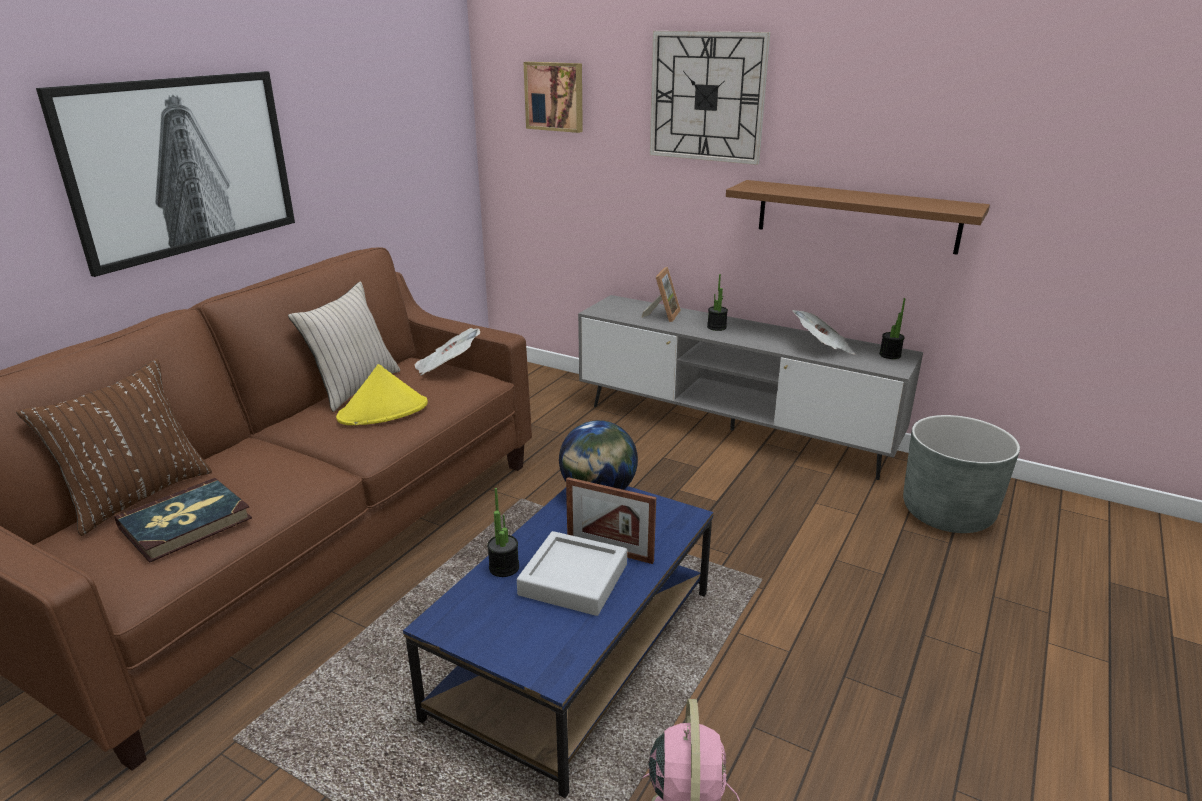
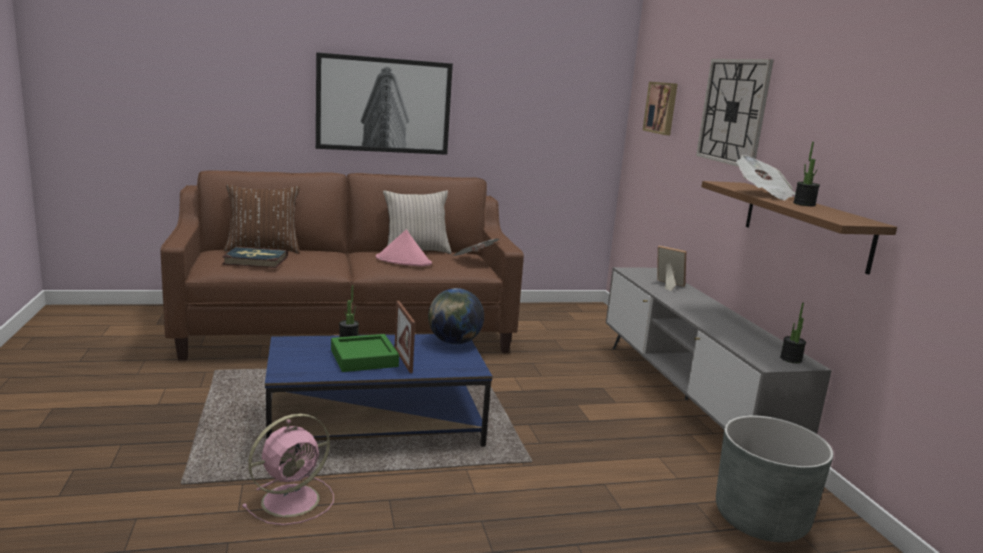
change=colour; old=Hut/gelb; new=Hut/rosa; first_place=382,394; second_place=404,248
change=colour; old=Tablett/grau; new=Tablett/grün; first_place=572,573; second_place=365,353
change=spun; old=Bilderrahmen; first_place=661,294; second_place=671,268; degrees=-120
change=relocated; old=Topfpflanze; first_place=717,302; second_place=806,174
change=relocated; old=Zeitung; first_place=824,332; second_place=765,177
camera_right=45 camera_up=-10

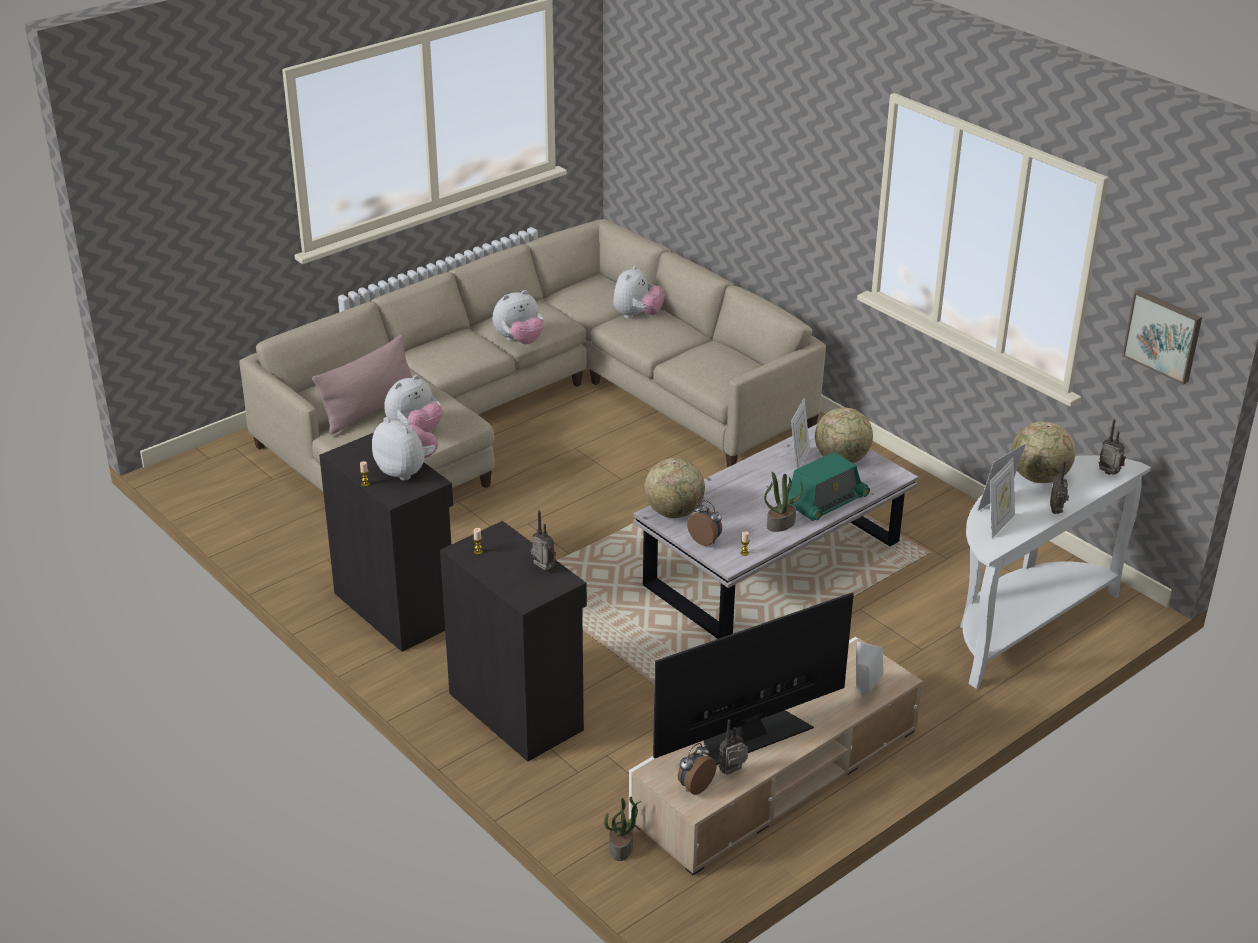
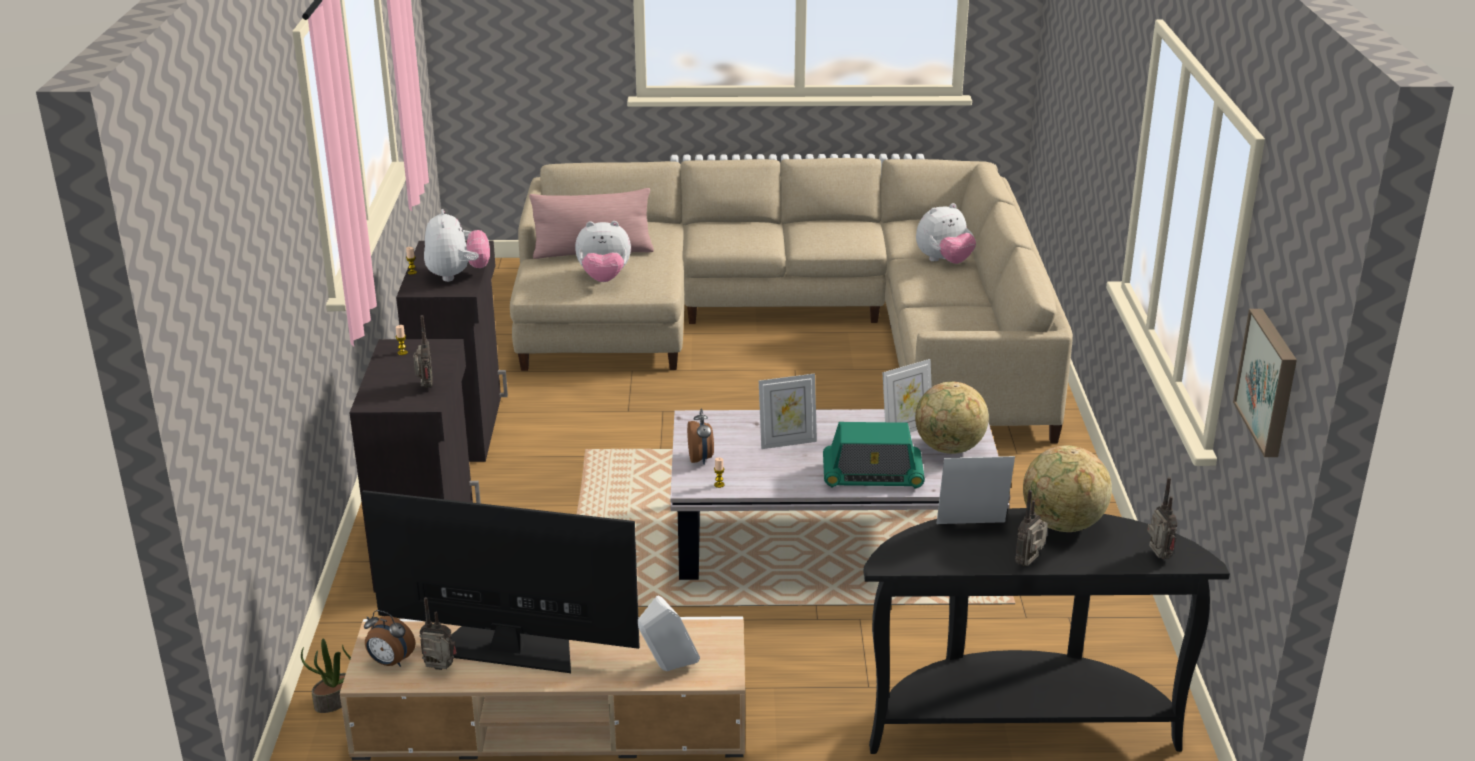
change=missing; old=Plüschtier; first_place=518,317
change=missing; old=Globus; first_place=675,488
change=spun; old=Wecker; first_place=697,769; second_place=389,638; degrees=-150
change=missing; old=Topfpflanze; first_place=783,502
change=colour; old=Konsolentisch/weiß; new=Konsolentisch/schwarz; first_place=1055,572; second_place=1047,631
change=relocated; old=Bilderrahmen; first_place=1002,498; second_place=788,411
camera_right=40 camera_up=-5

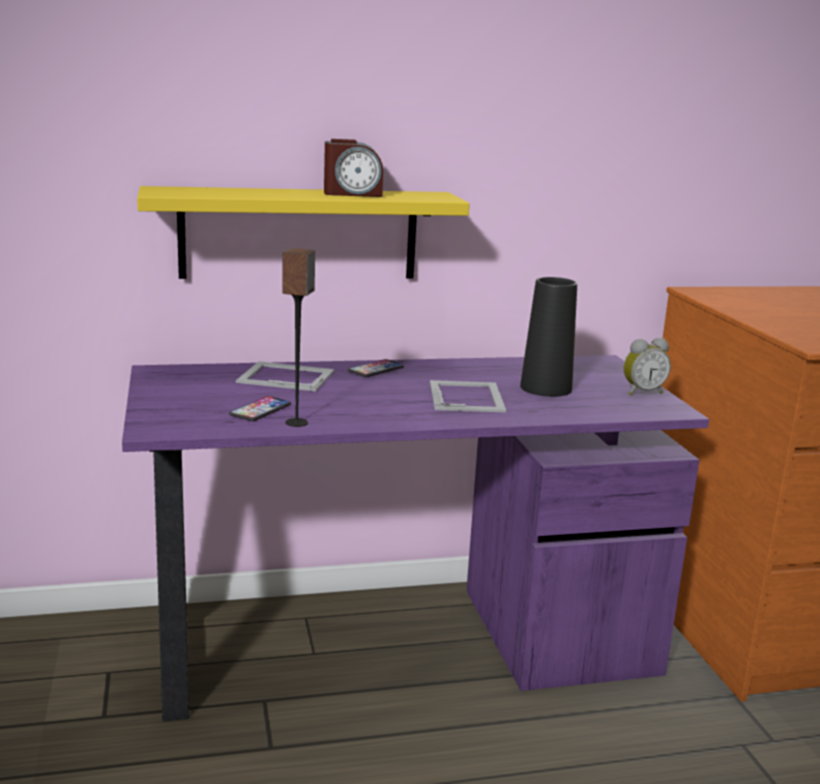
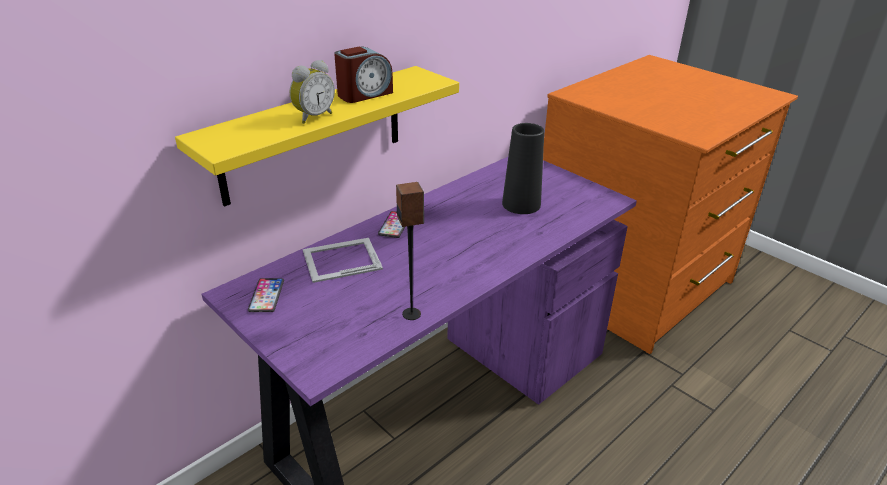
change=relocated; old=Handy; first_place=260,408; second_place=266,295
change=missing; old=Bilderrahmen; first_place=468,396
change=relocated; old=Wecker; first_place=647,367; second_place=312,92
camera_right=-30 camera_up=15

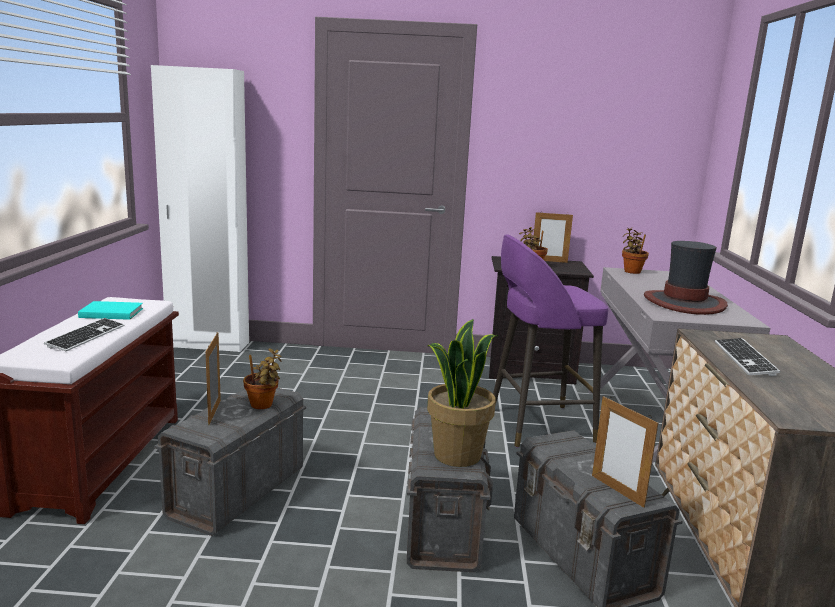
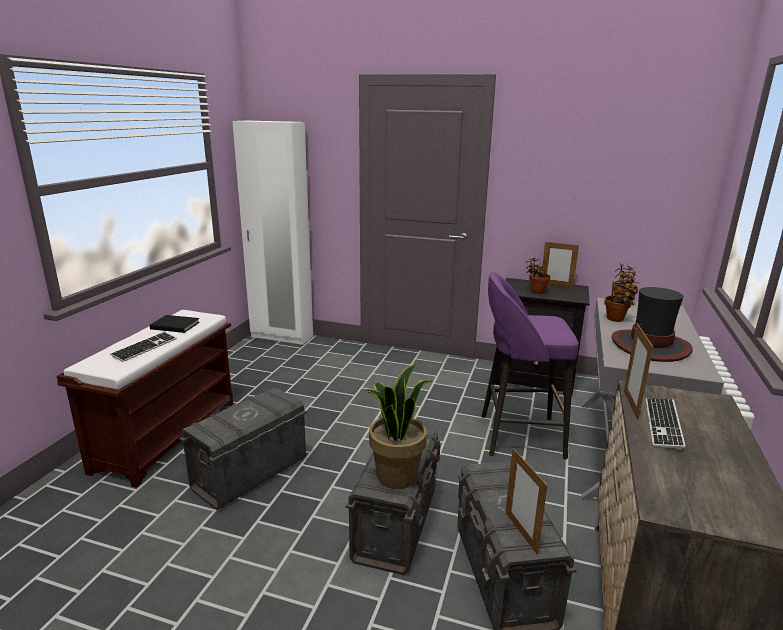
change=colour; old=Buch/türkis; new=Buch/schwarz; first_place=110,310; second_place=175,324
change=relocated; old=Bilderrahmen; first_place=213,379; second_place=638,371
change=relocated; old=Topfpflanze; first_place=262,378; second_place=621,299
camera_right=15 camera_up=5

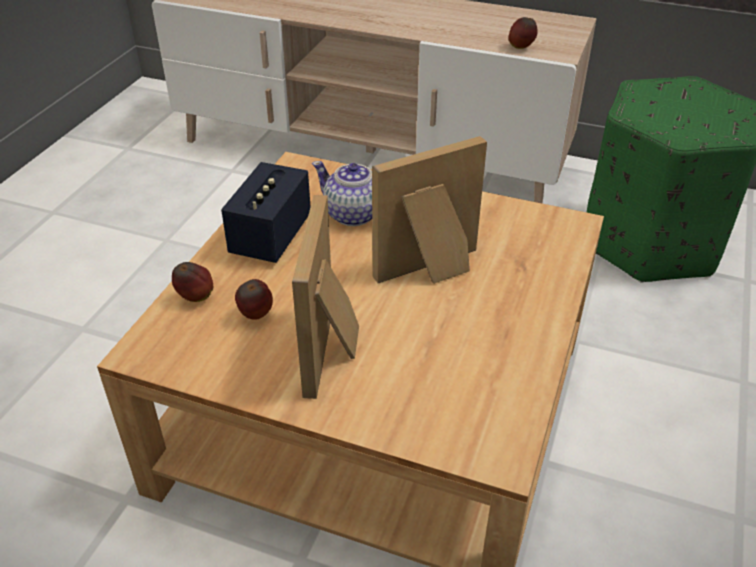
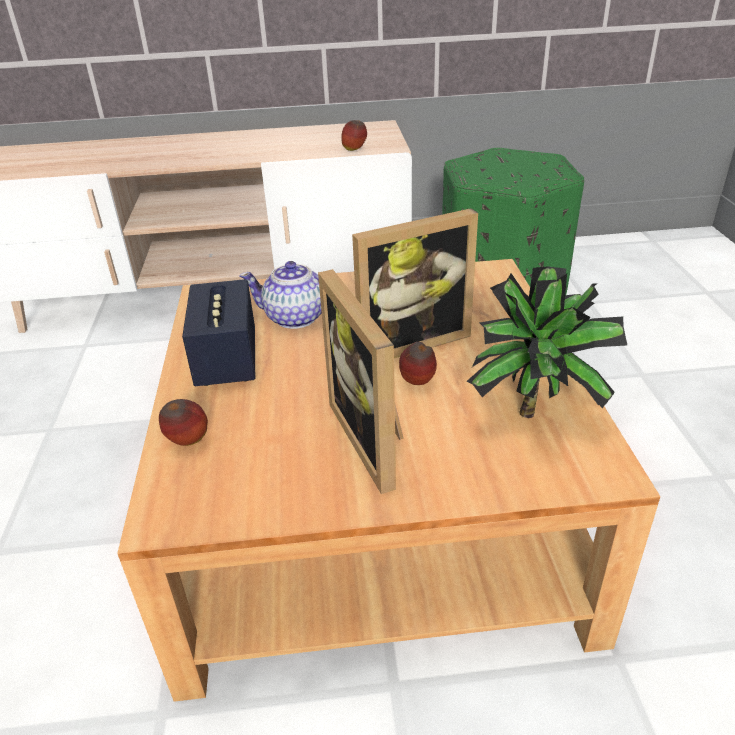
change=relocated; old=Apfel; first_place=254,299; second_place=418,363
change=spun; old=Bilderrahmen; first_place=429,210; second_place=415,283; degrees=-150
change=appeared; new=Topfpflanze; second_place=547,342
camera_right=-25 camera_up=-5

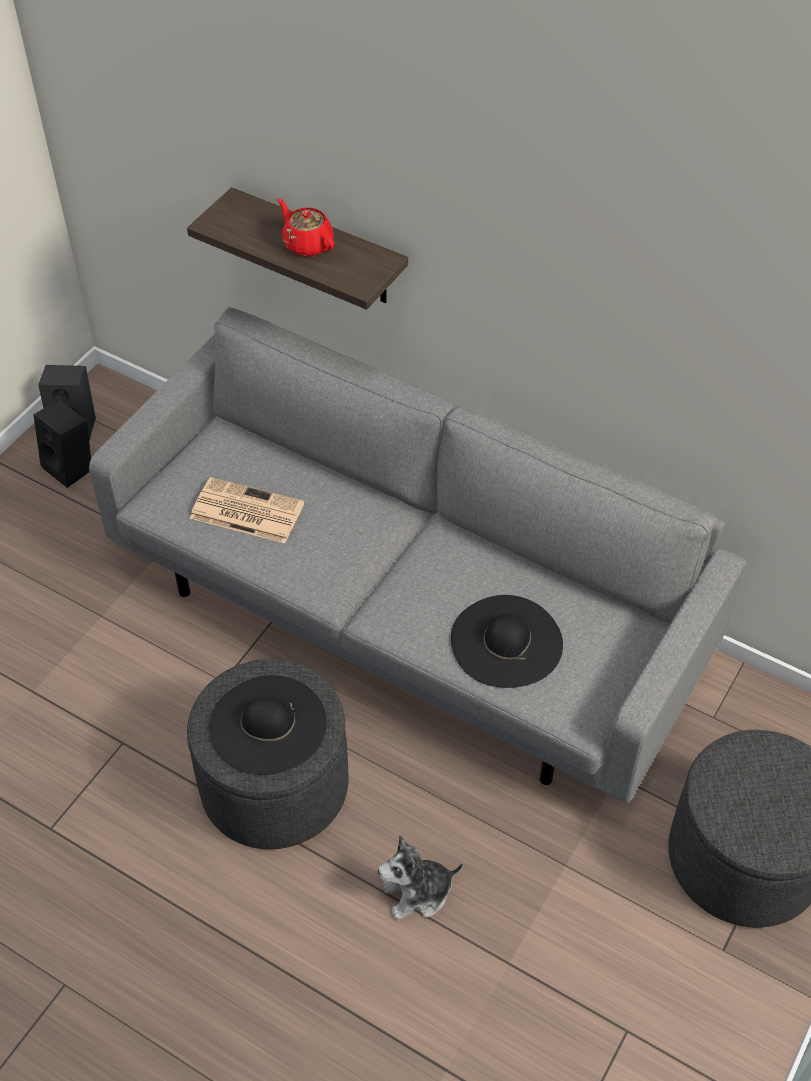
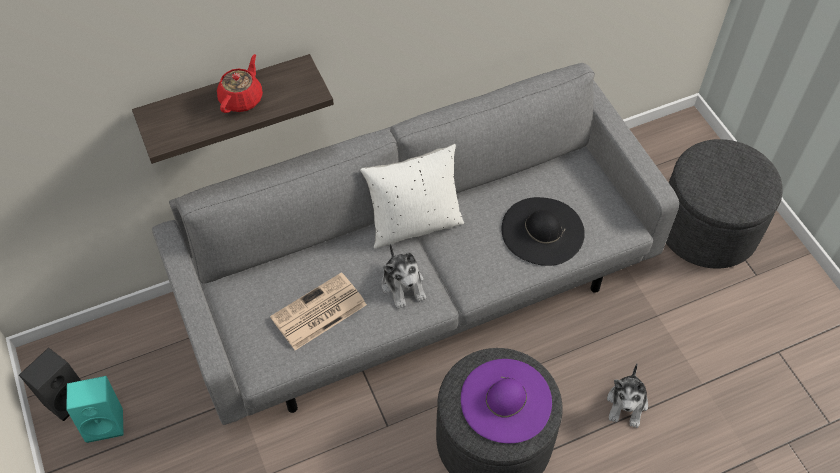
change=colour; old=Lautsprecher/schwarz; new=Lautsprecher/türkis; first_place=62,444; second_place=95,409
change=colour; old=Hut/schwarz; new=Hut/lila; first_place=268,725; second_place=506,401
change=spun; old=Teekanne/rot; first_place=306,228; second_place=240,83; degrees=120
change=appeared; new=Kissen/weiß; second_place=412,196
change=appeared; new=Plüschtier; second_place=404,276
camera_right=-55 camera_up=5

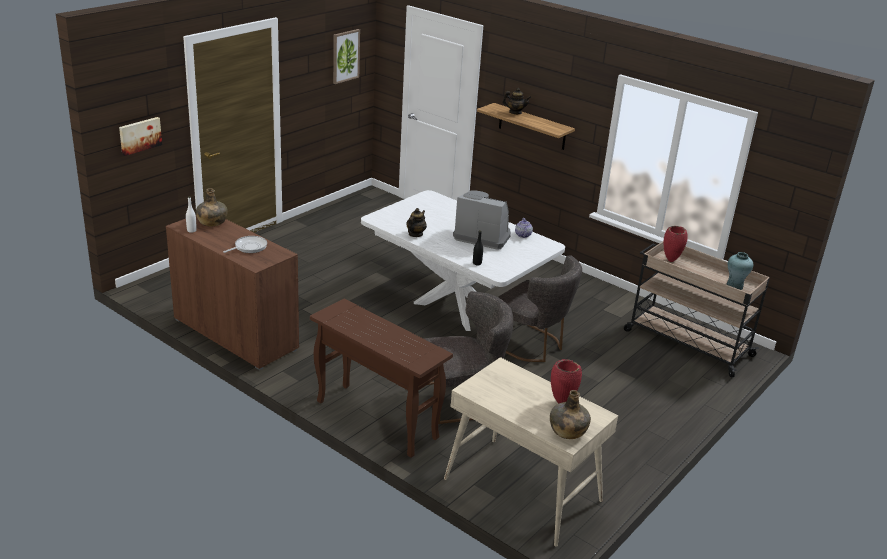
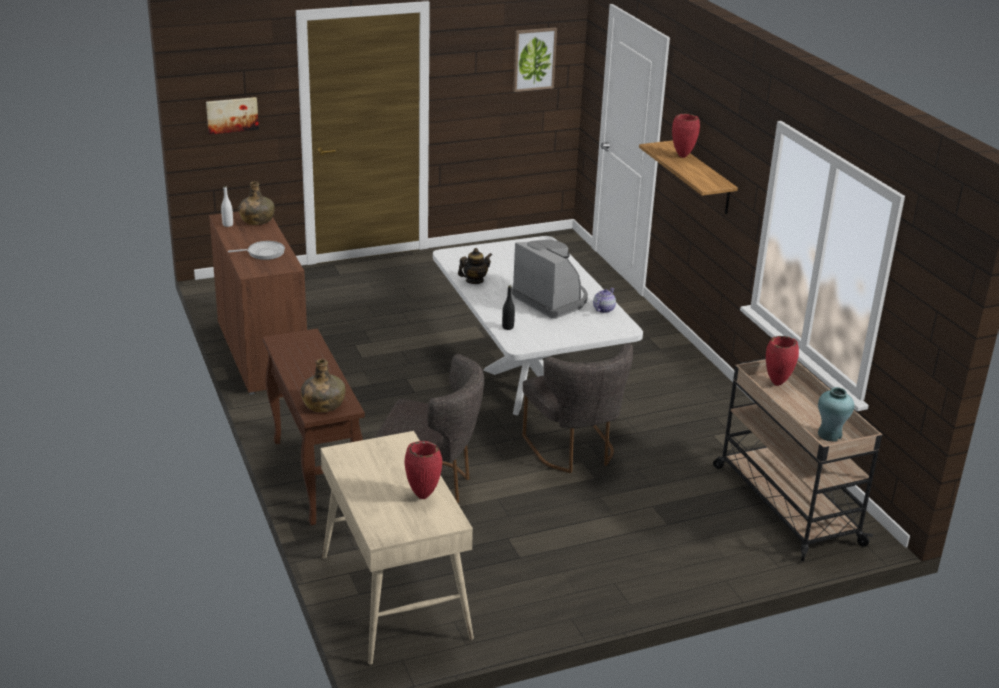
change=exchanged; old=Teekanne; new=Vase/rot; first_place=516,101; second_place=686,136
change=relocated; old=Flasche/grün; first_place=570,414; second_place=323,385
camera_right=30 camera_up=0

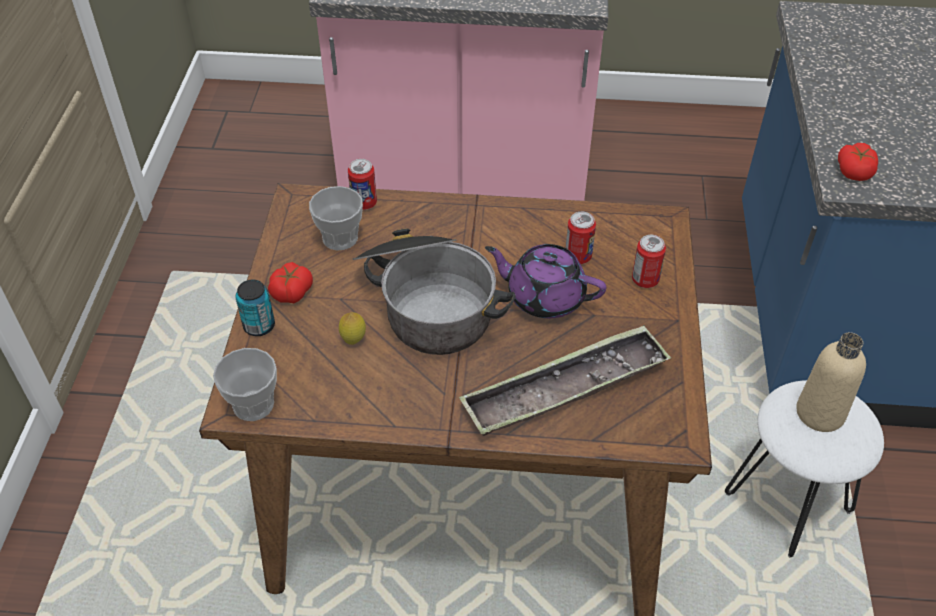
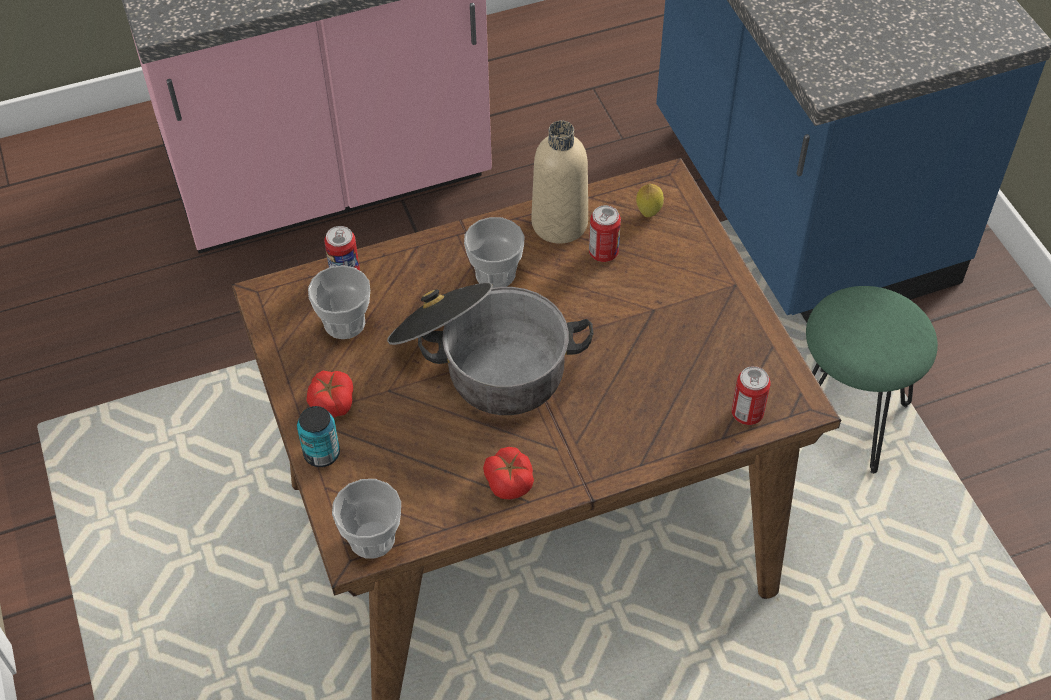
change=relocated; old=Zitrone; first_place=352,328; second_place=650,200
change=missing; old=Tablett; first_place=565,380
change=missing; old=Teekanne/lila; first_place=545,281
change=relocated; old=Dose; first_place=649,261; second_place=751,395
change=colour; old=Hocker/weiß; new=Hocker/grün; first_place=804,469; second_place=872,380
change=relocated; old=Flasche/beige; first_place=831,382; second_place=560,182
change=relocated; old=Tomate; first_place=858,162; second_place=508,473
change=appeared; new=Tasse; second_place=494,252
camera_right=-25 camera_up=5

